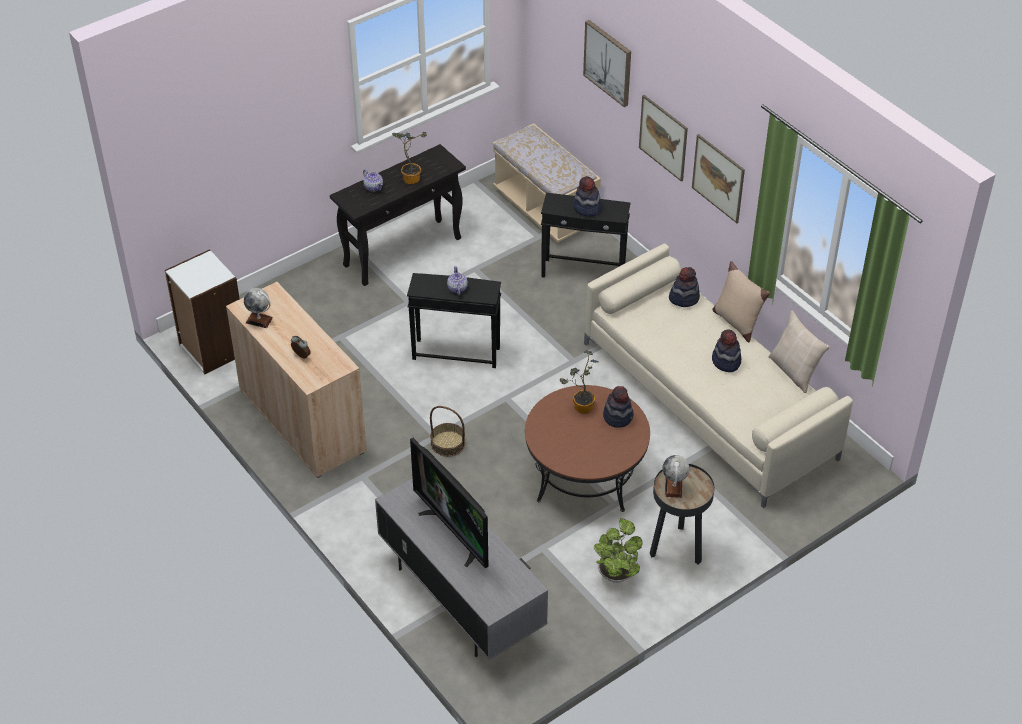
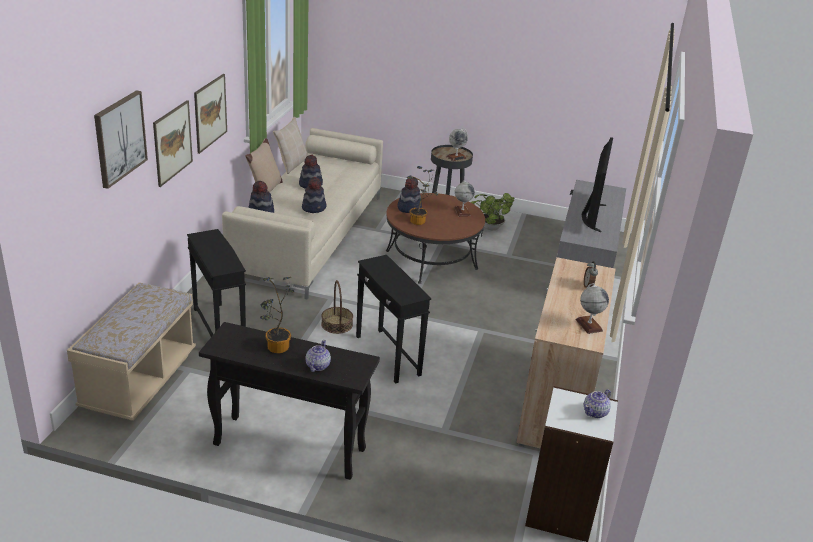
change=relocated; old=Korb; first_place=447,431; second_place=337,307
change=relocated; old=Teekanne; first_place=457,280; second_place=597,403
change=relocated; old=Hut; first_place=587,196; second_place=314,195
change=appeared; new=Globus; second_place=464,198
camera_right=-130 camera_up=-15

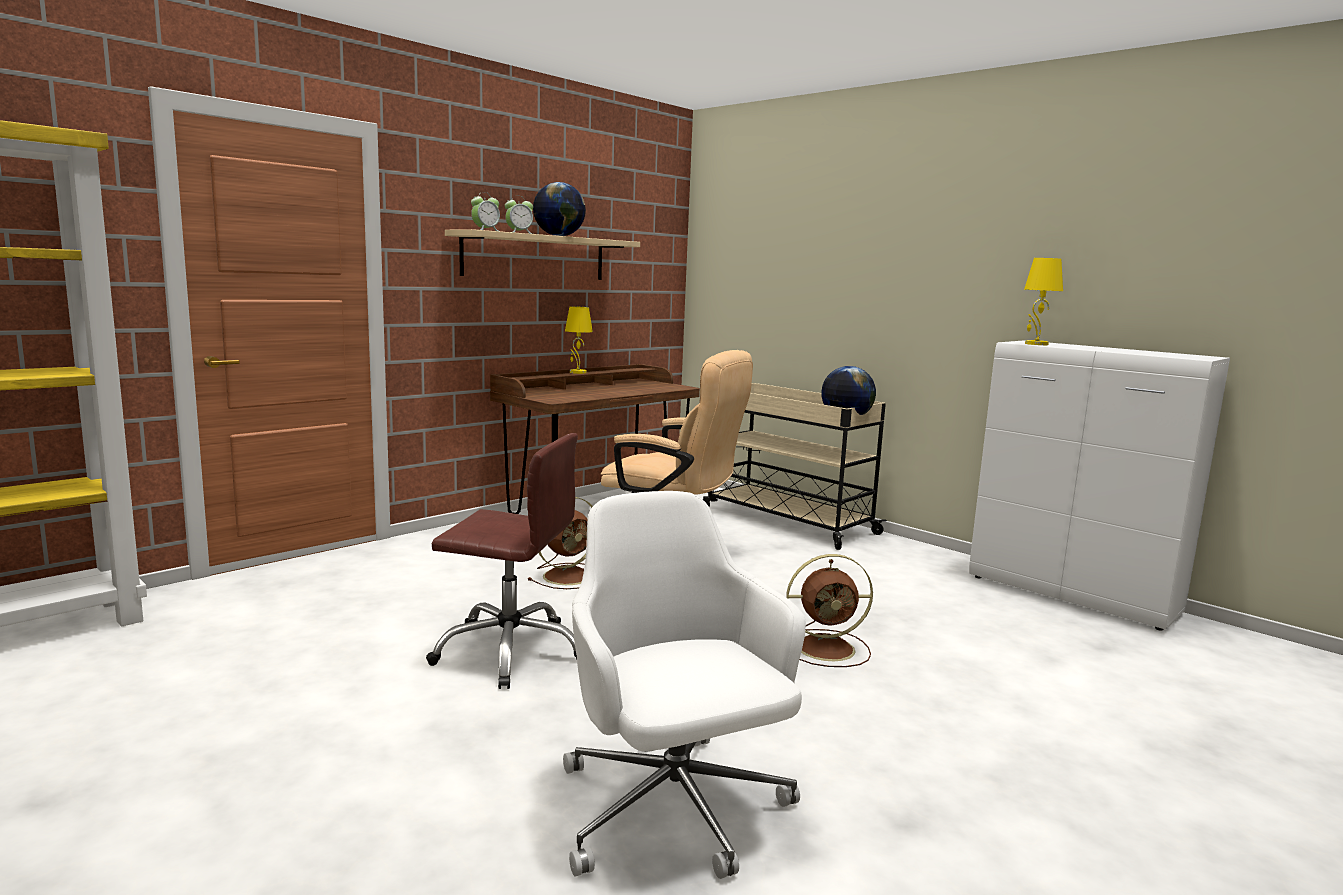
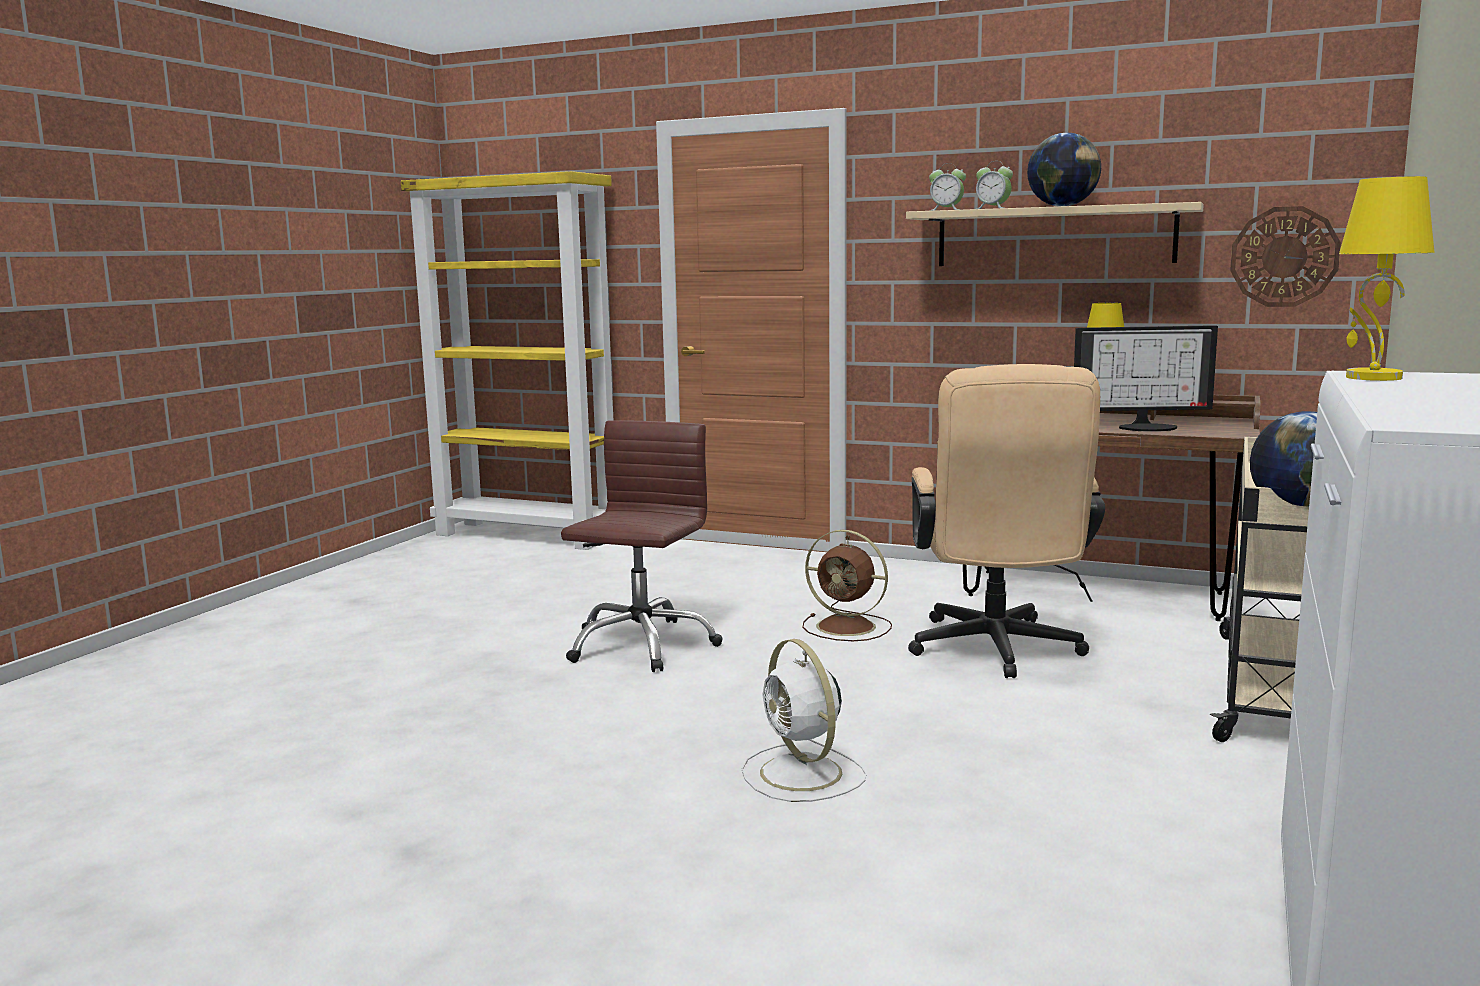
change=spun; old=Bürostuhl/braun; first_place=502,561; second_place=642,546; degrees=-150
change=missing; old=Bürostuhl/weiß; first_place=684,685
change=colour; old=Ventilator/braun; new=Ventilator/weiß; first_place=829,610; second_place=804,720
change=appeared; new=Monitor; second_place=1146,378
change=appeared; new=Wanduhr; second_place=1285,256
camera_right=70 camera_up=0

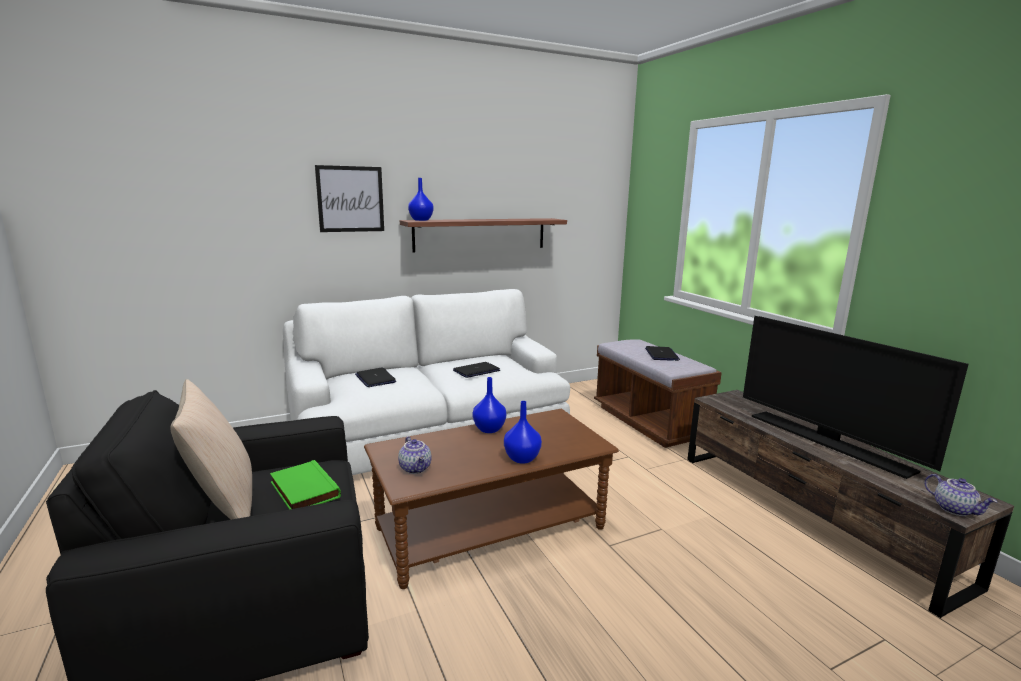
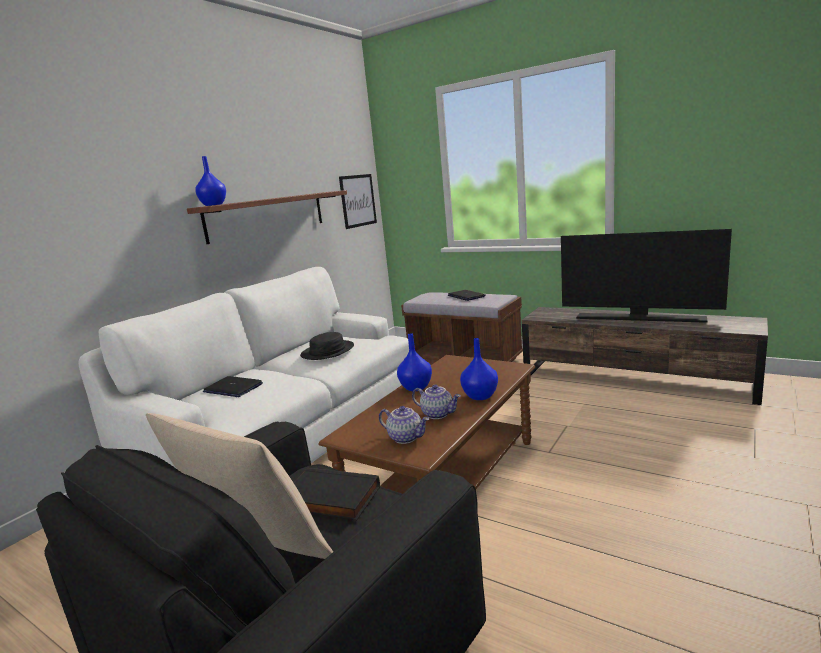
change=colour; old=Buch/grün; new=Buch/schwarz; first_place=305,485; second_place=336,494
change=relocated; old=Bild; first_place=349,198; second_place=358,201
change=exchanged; old=Laptop; new=Hut/schwarz; first_place=476,370; second_place=327,346
change=relocated; old=Teekanne; first_place=960,495; second_place=436,401
camera_right=-30 camera_up=0

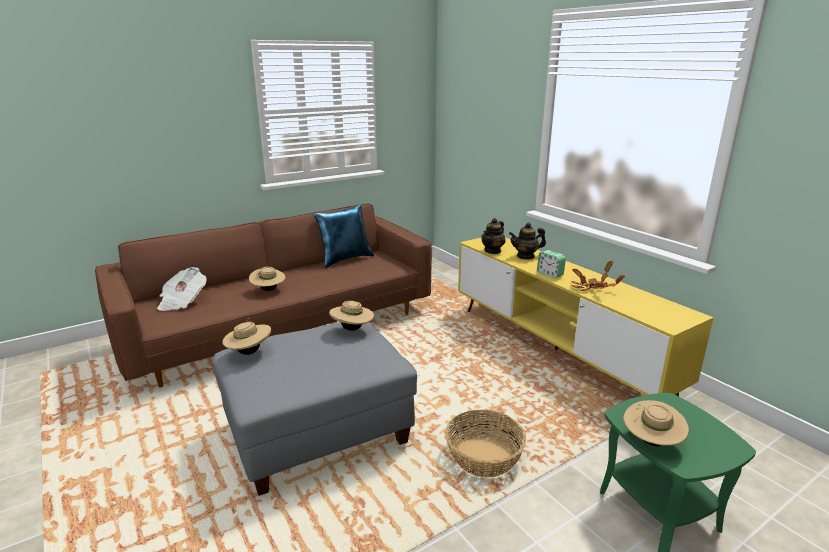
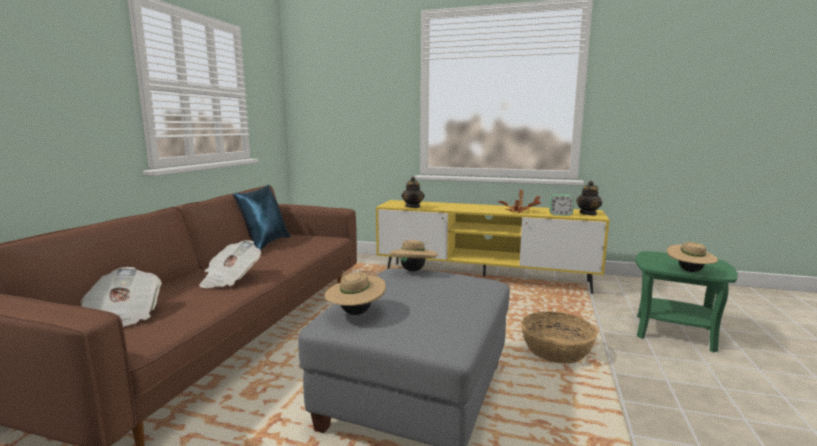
change=exchanged; old=Hut/beige; new=Zeitung; first_place=267,279; second_place=230,264
change=relocated; old=Teekanne; first_place=527,241; second_place=589,198
change=relocated; old=Wecker; first_place=551,264; second_place=561,205
camera_right=-40 camera_up=-10

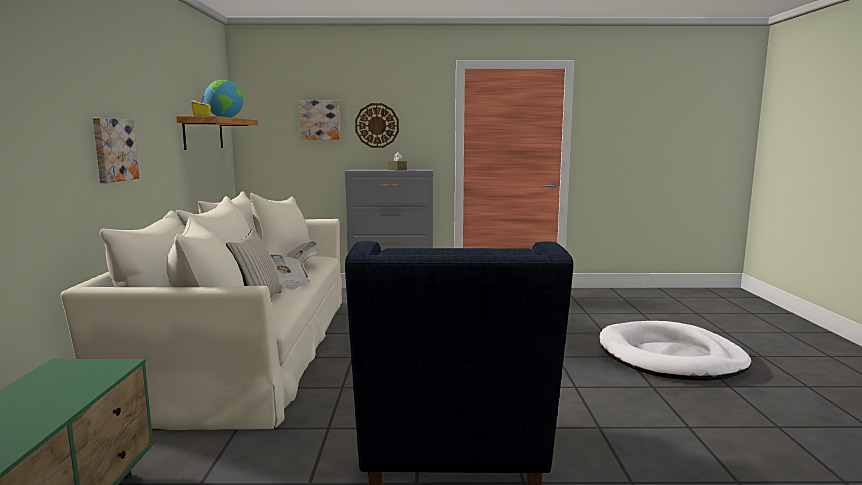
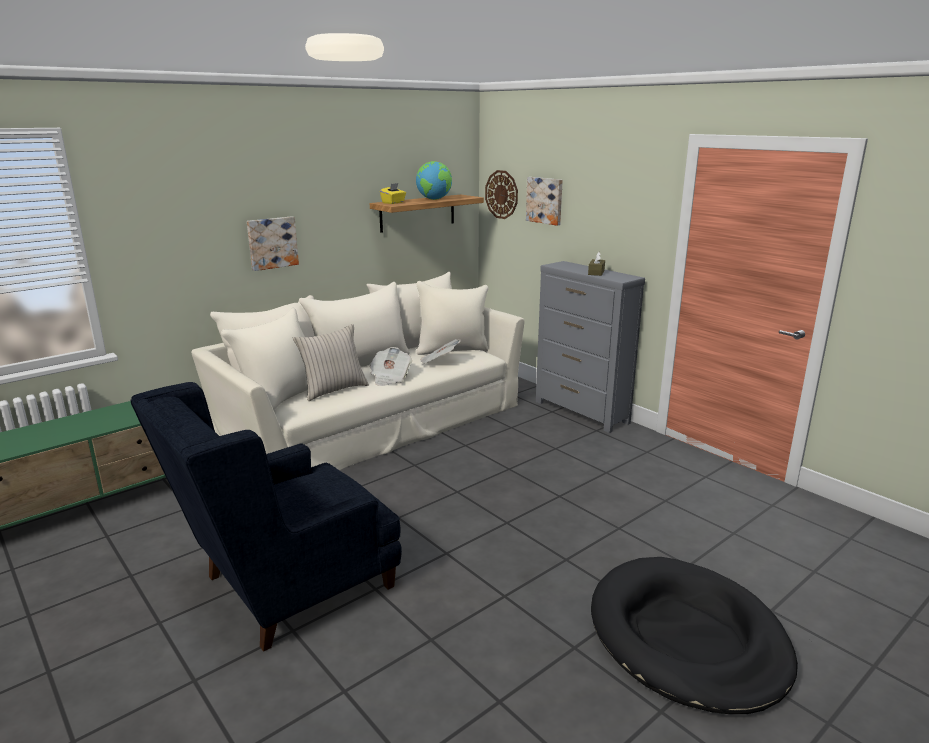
change=relocated; old=Wanduhr; first_place=377,125; second_place=501,194
change=colour; old=Hundebett/weiß; new=Hundebett/schwarz; first_place=675,351; second_place=694,635
camera_right=50 camera_up=10

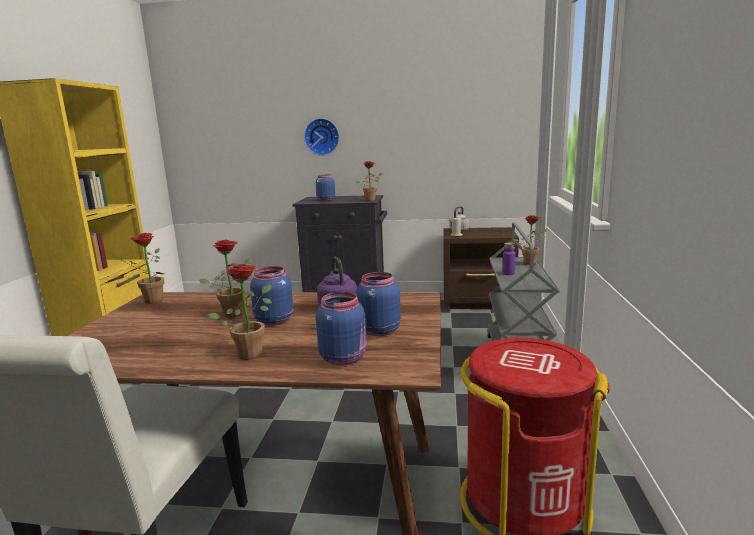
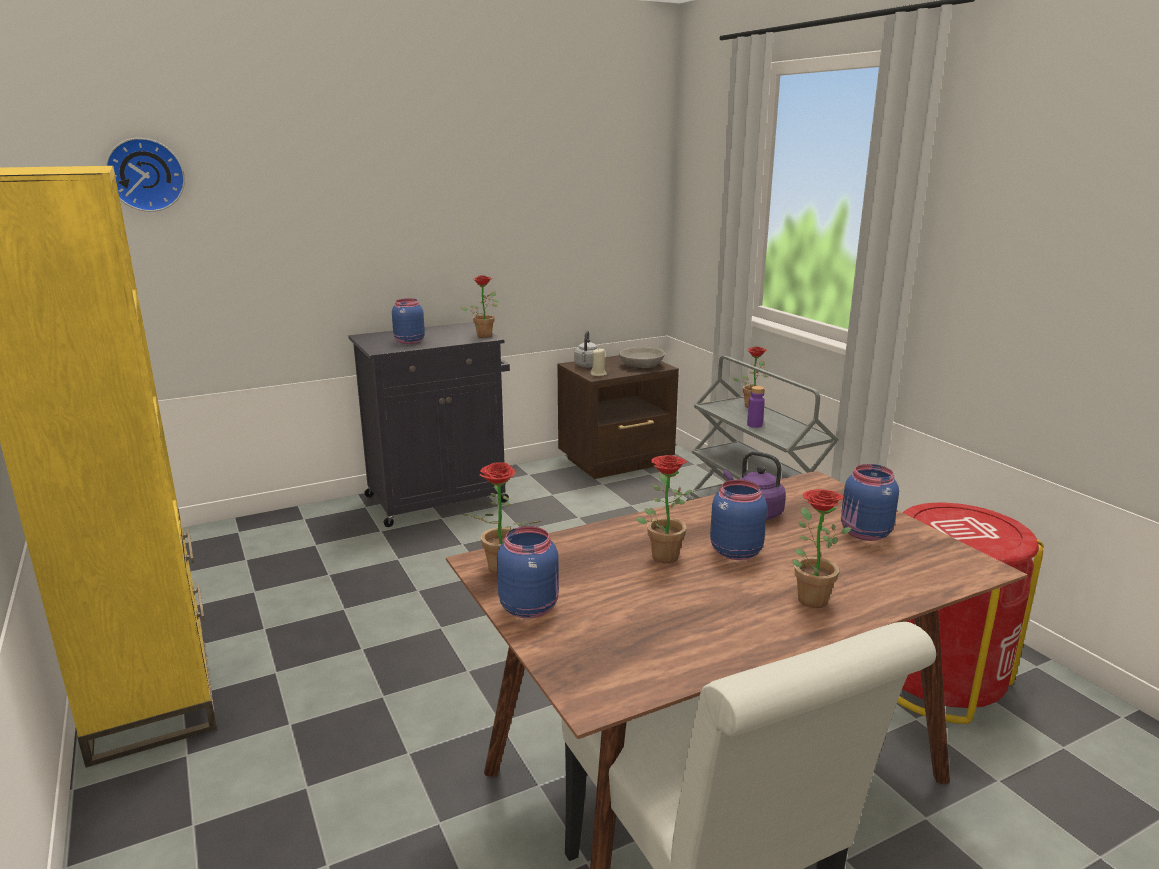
change=relocated; old=Wanduhr; first_place=321,137; second_place=145,175
change=relocated; old=Vorratsglas/blau; first_place=341,328; second_place=528,572
change=appeared; new=Schüssel/grau; second_place=642,357
camera_right=-35 camera_up=5

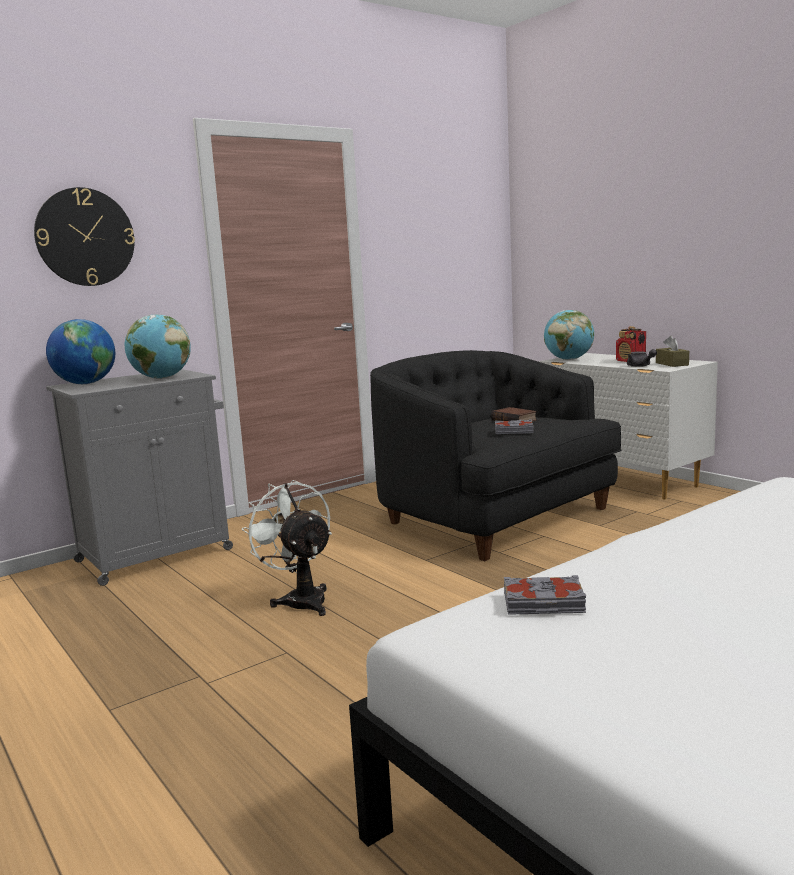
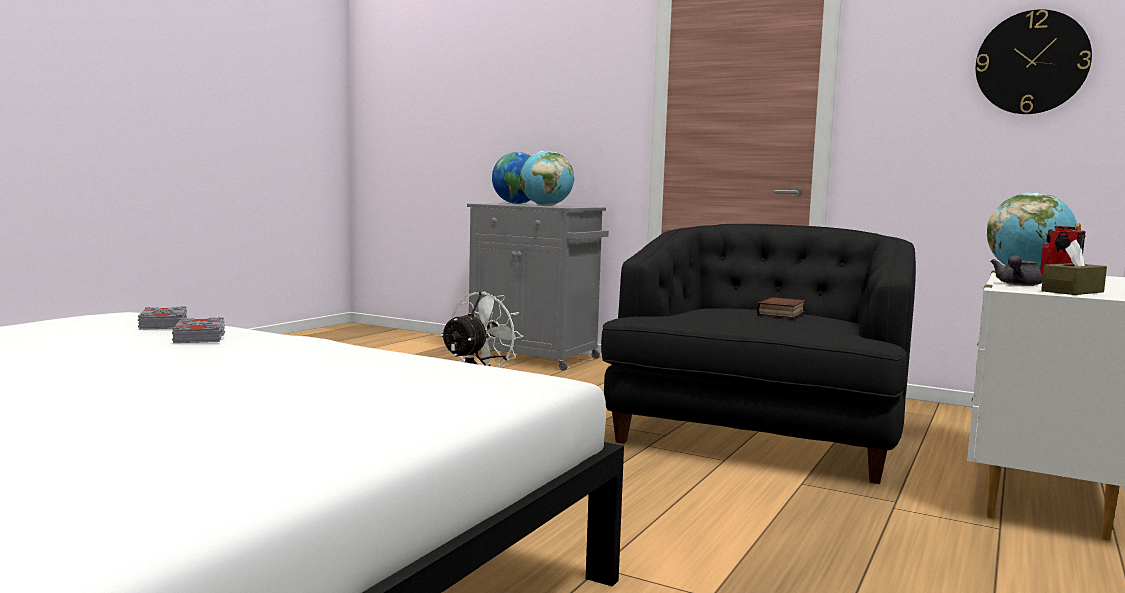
change=relocated; old=Wanduhr; first_place=84,236; second_place=1034,61
change=relocated; old=Buch/grau; first_place=514,426; second_place=198,330
camera_right=65 camera_up=-5

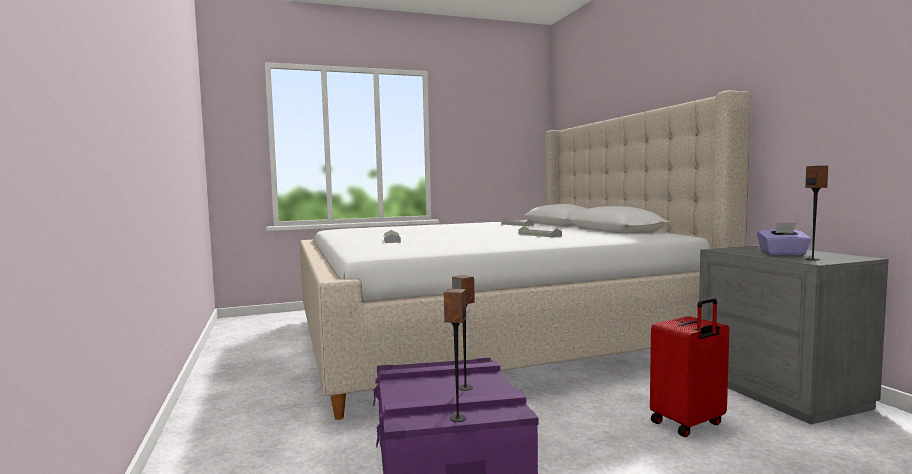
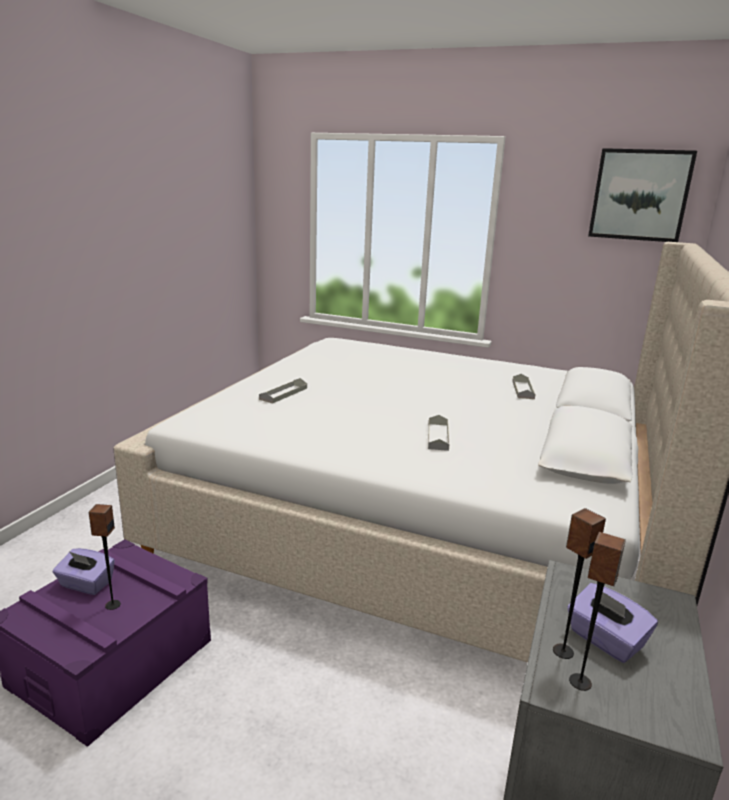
change=relocated; old=Lautsprecher; first_place=455,355; second_place=579,583
change=missing; old=Koffer/rot; first_place=689,367
change=appeared; new=Taschentuchbox/lila; second_place=84,571
change=appeared; new=Bild; second_place=642,195
camera_right=40 camera_up=15

